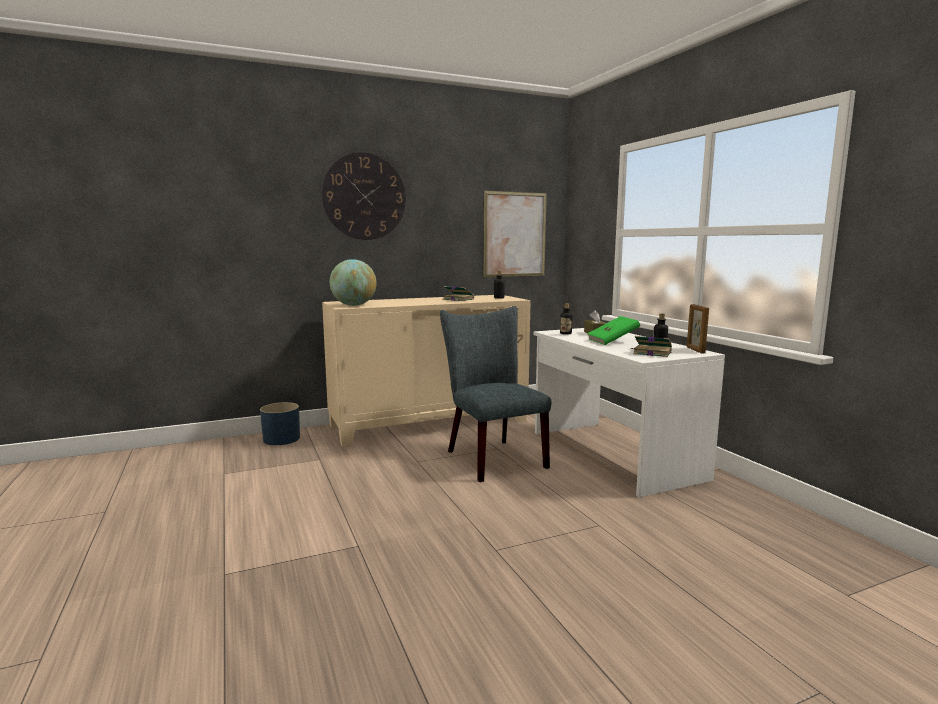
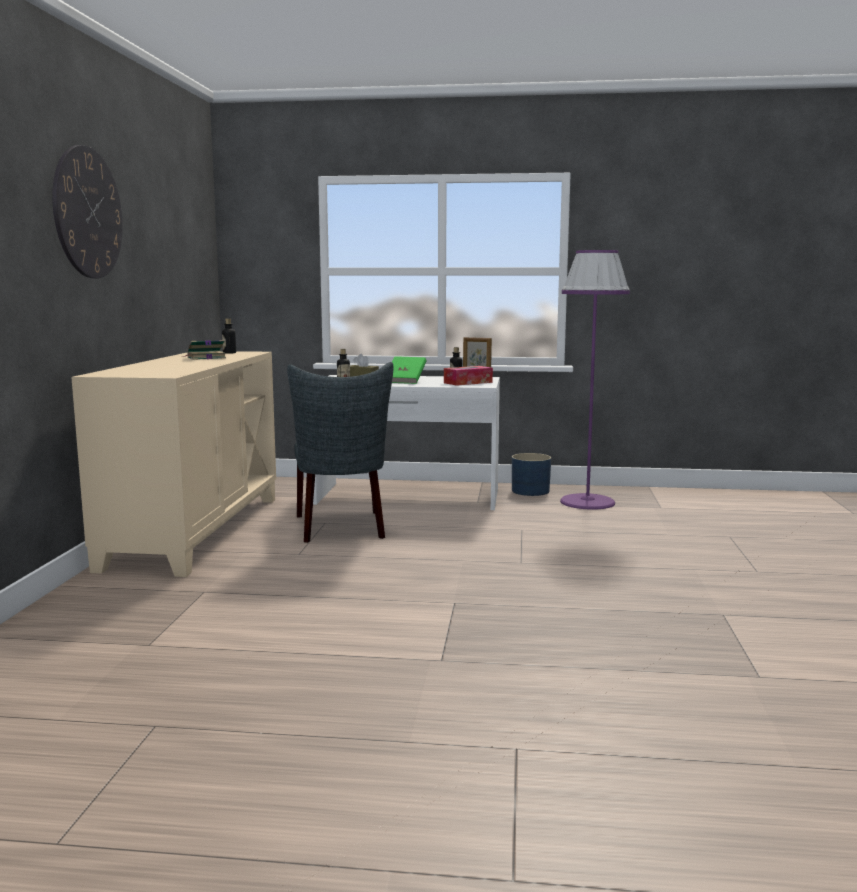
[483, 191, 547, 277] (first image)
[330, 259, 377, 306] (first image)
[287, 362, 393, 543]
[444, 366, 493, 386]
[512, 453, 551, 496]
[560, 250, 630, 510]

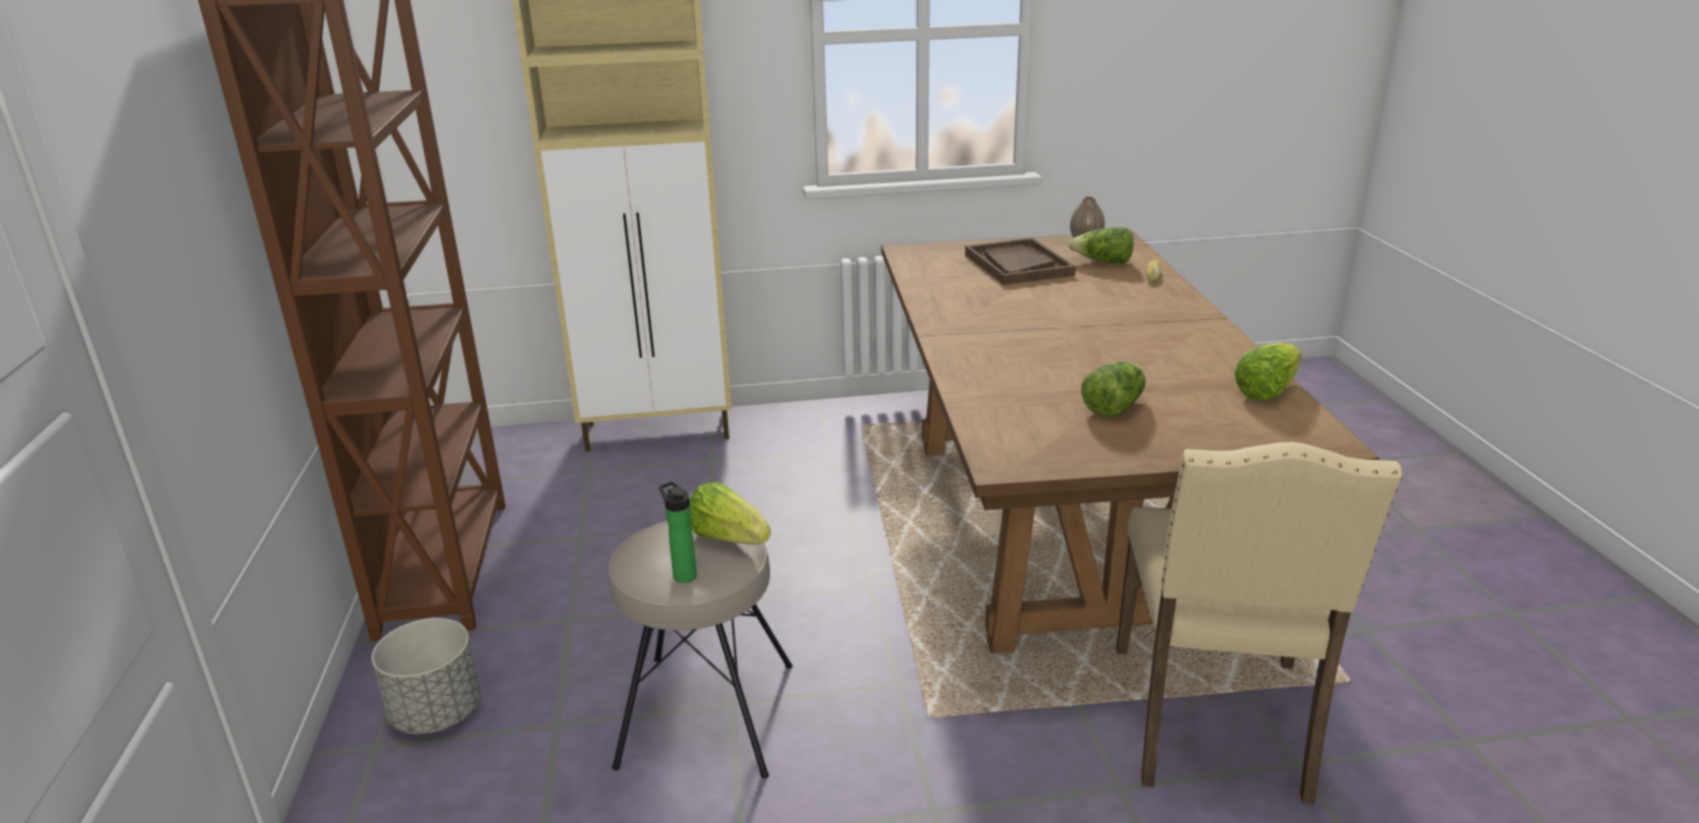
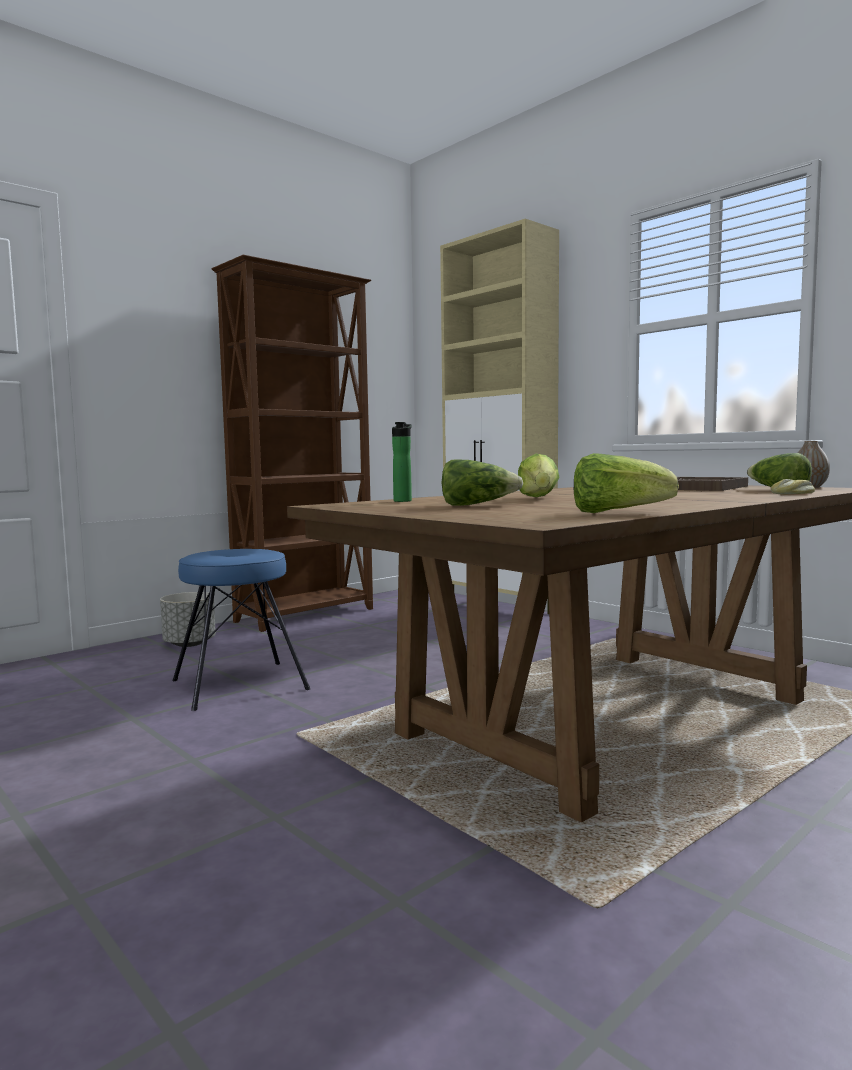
[1116, 442, 1402, 804] (first image)
[392, 422, 412, 502]
[518, 454, 560, 497]
[173, 549, 310, 711]

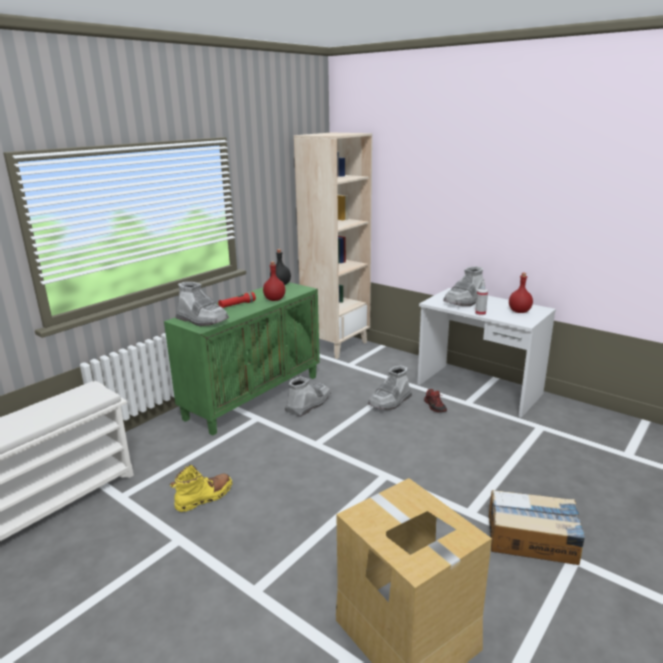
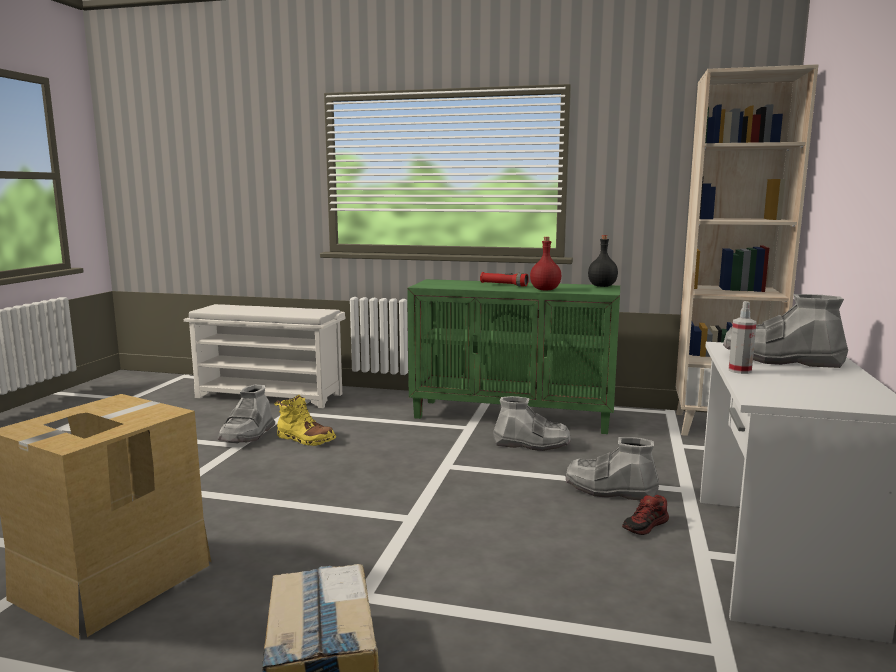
[509, 273, 533, 313] (first image)
[218, 385, 275, 442]

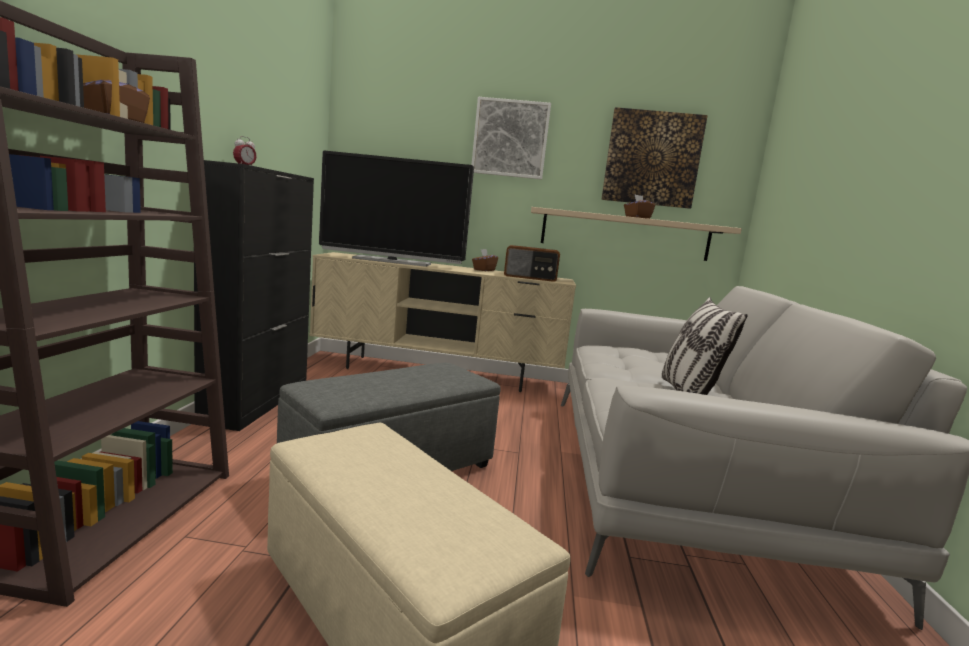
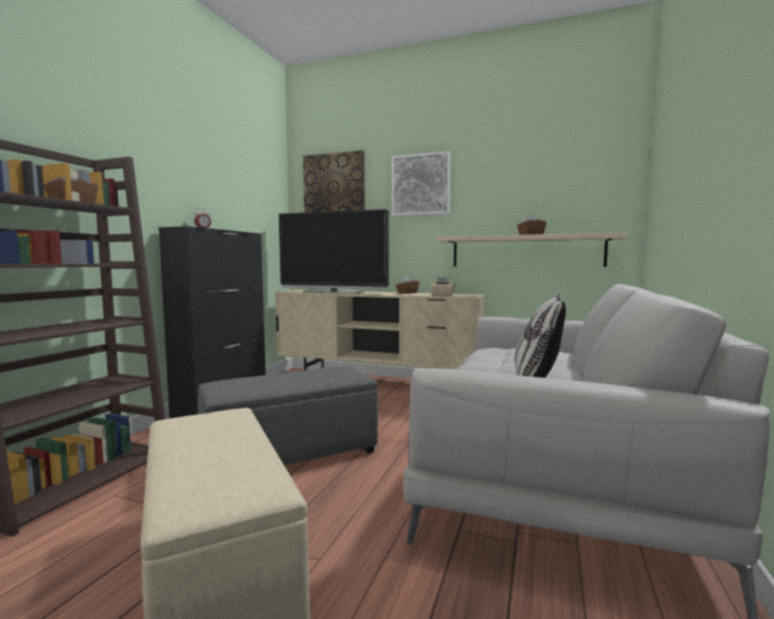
[303, 150, 365, 213]
[430, 277, 456, 296]

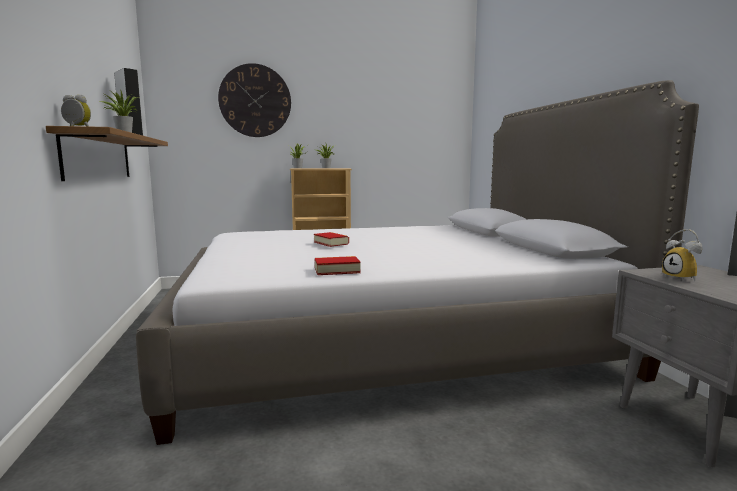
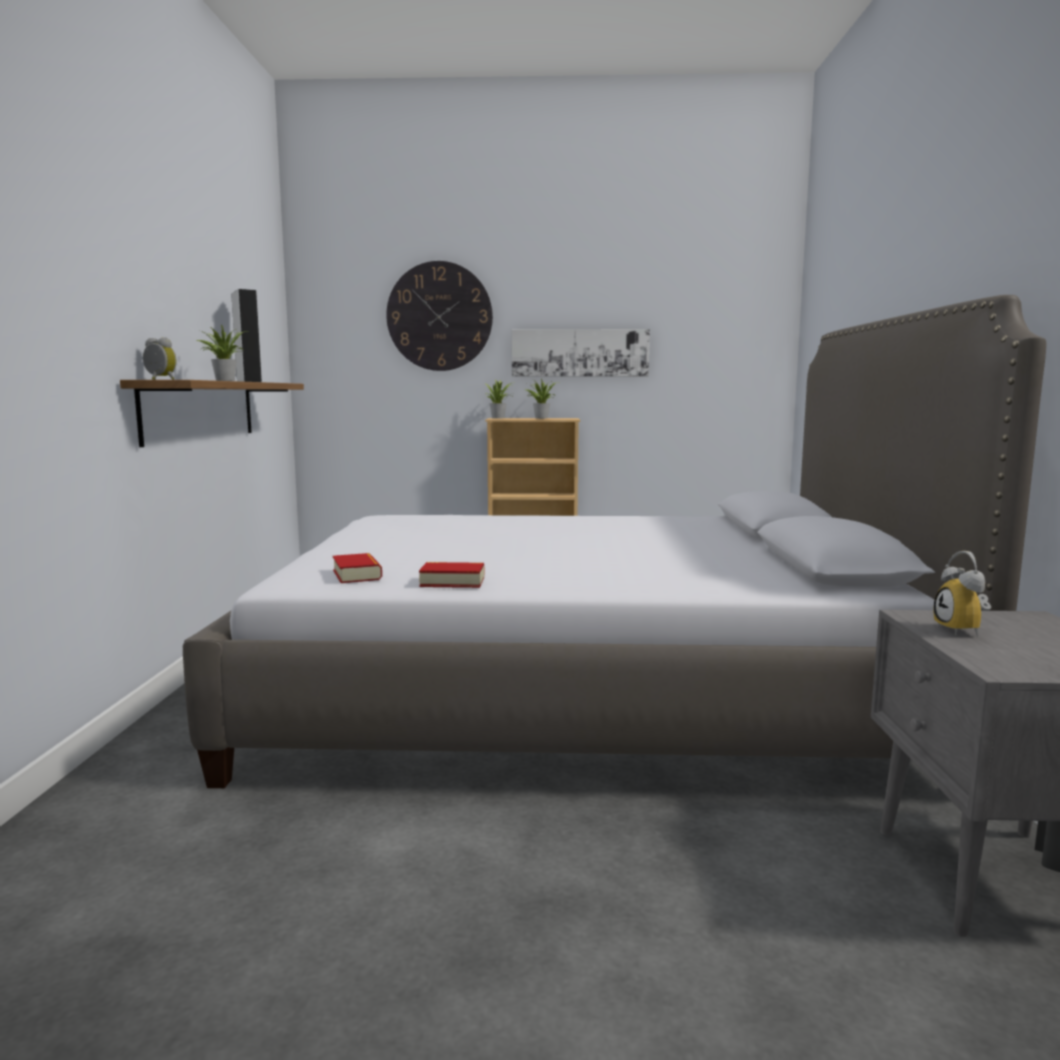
[333, 553, 382, 583]
[512, 329, 650, 377]

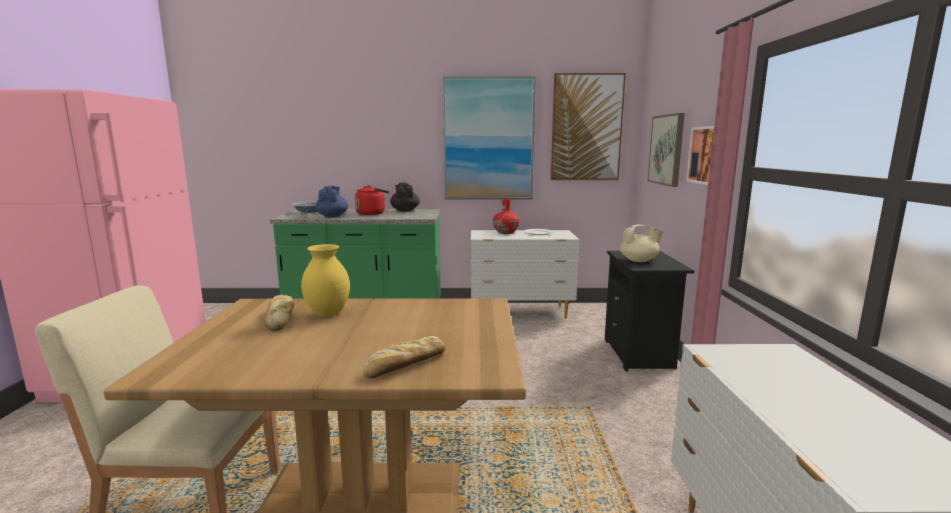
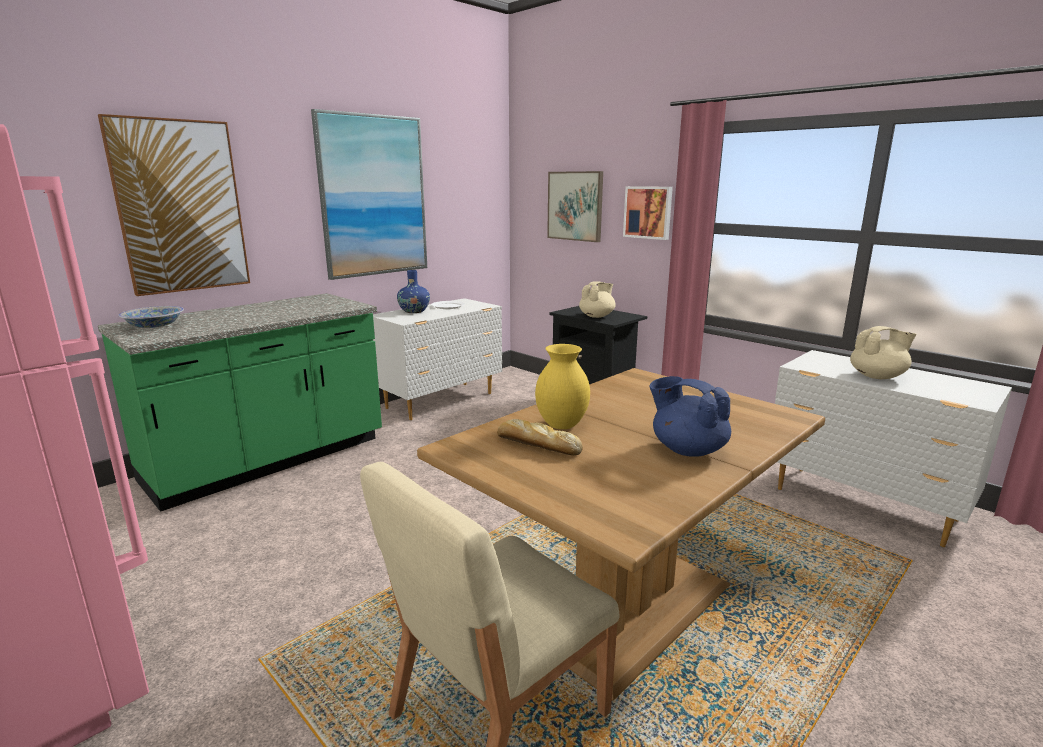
[98, 114, 250, 296]
[390, 182, 420, 212] (first image)
[355, 185, 390, 215] (first image)
[649, 376, 731, 457]
[397, 270, 430, 313]
[363, 336, 445, 378] (first image)
[850, 326, 916, 379]

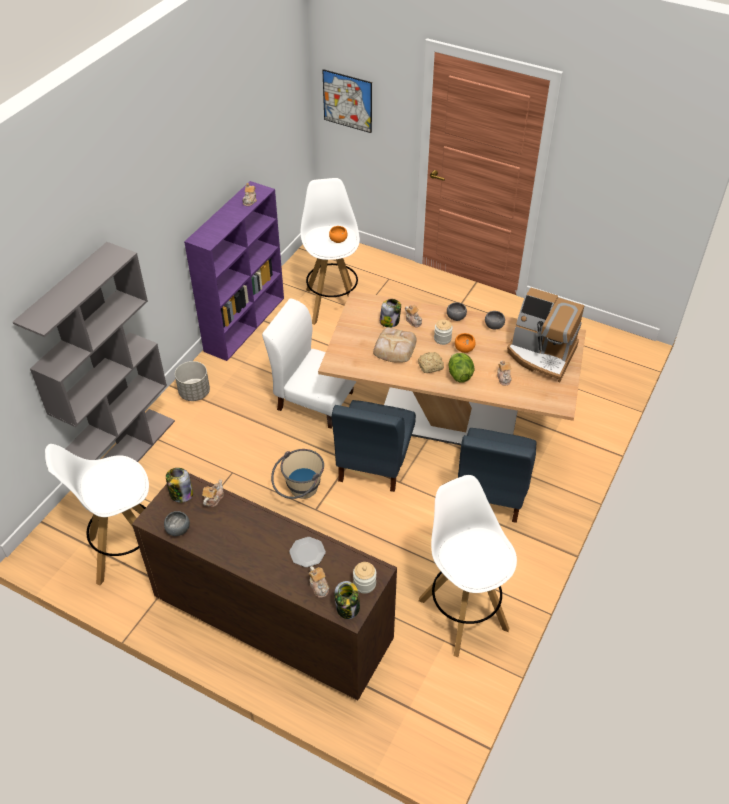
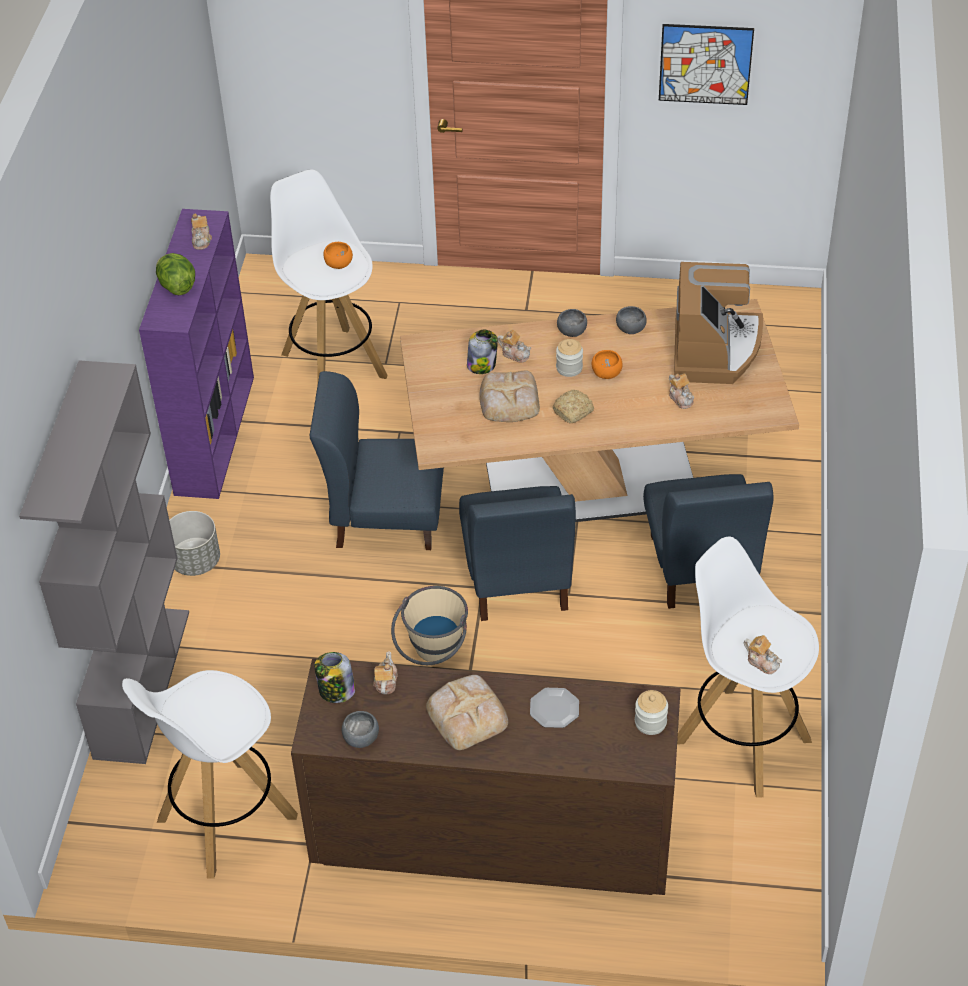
[659, 24, 754, 105]
[674, 262, 763, 384]
[310, 371, 444, 550]
[156, 253, 195, 295]
[744, 635, 782, 674]
[334, 581, 360, 619] (first image)
[426, 675, 508, 750]

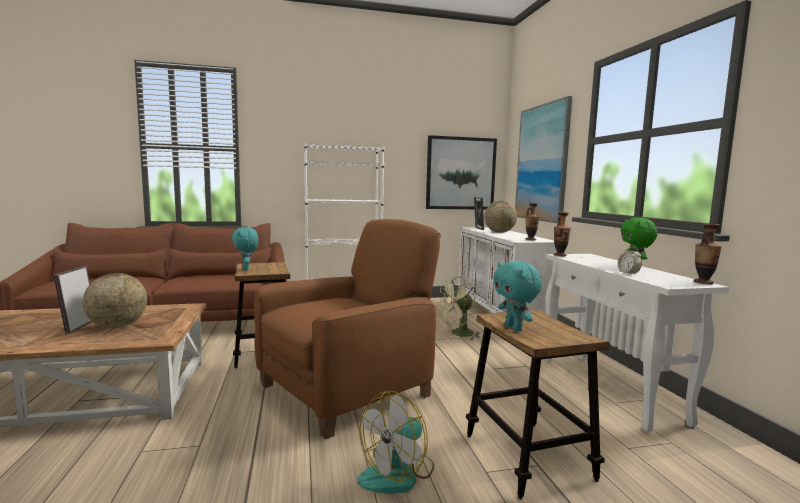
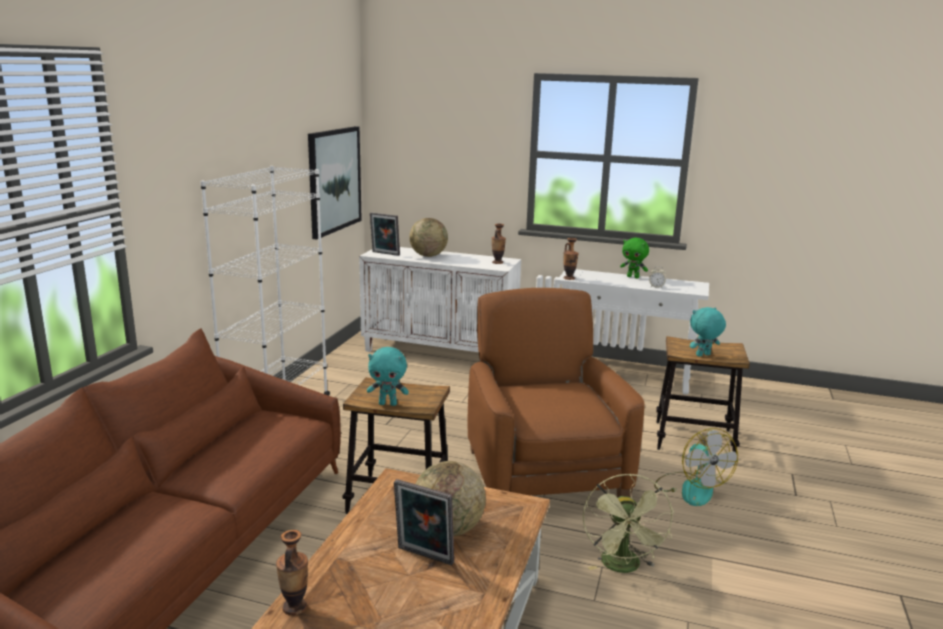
[515, 96, 572, 223] (first image)
[276, 530, 308, 616]
[690, 307, 726, 357]
[583, 473, 674, 573]

